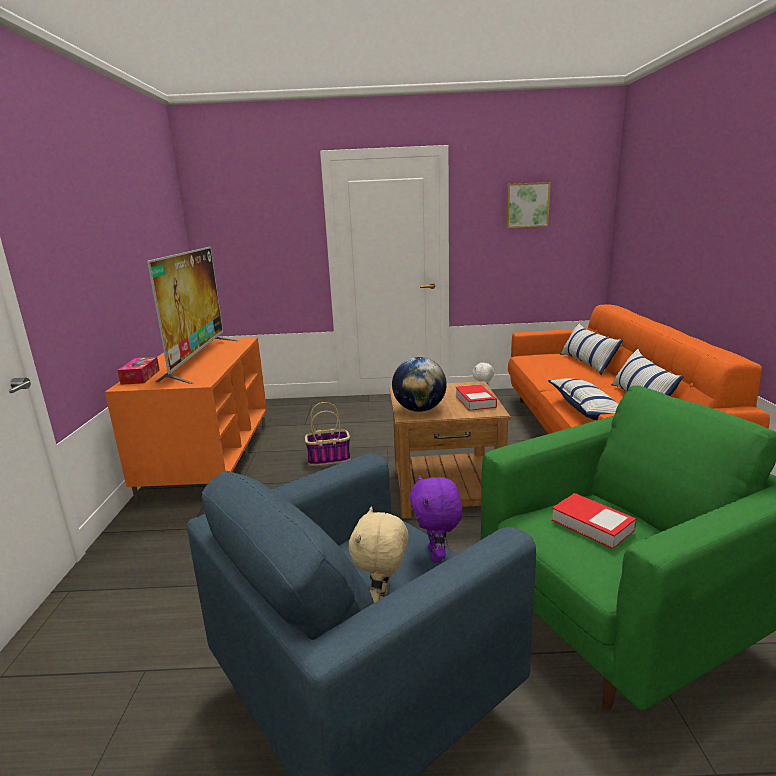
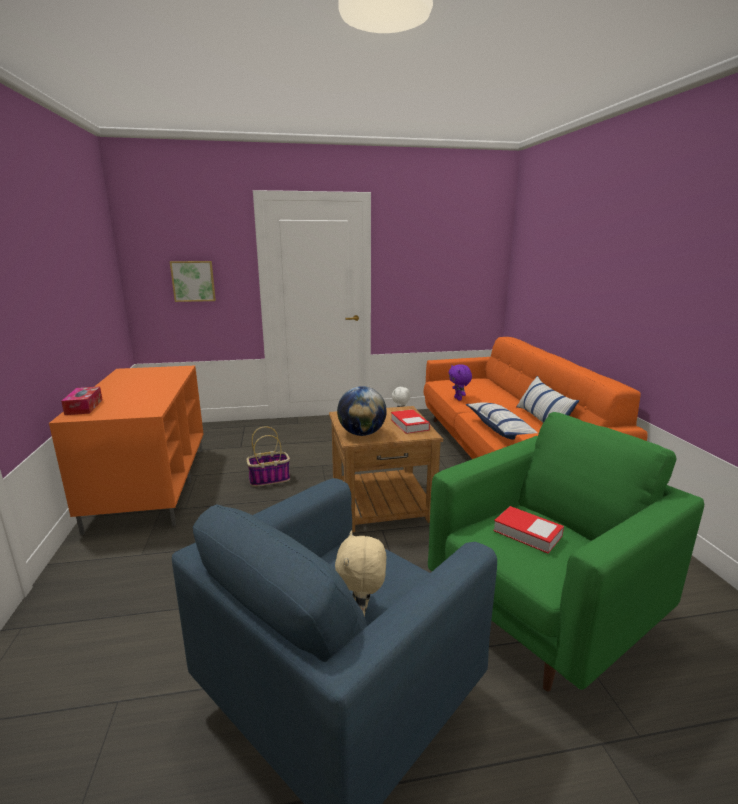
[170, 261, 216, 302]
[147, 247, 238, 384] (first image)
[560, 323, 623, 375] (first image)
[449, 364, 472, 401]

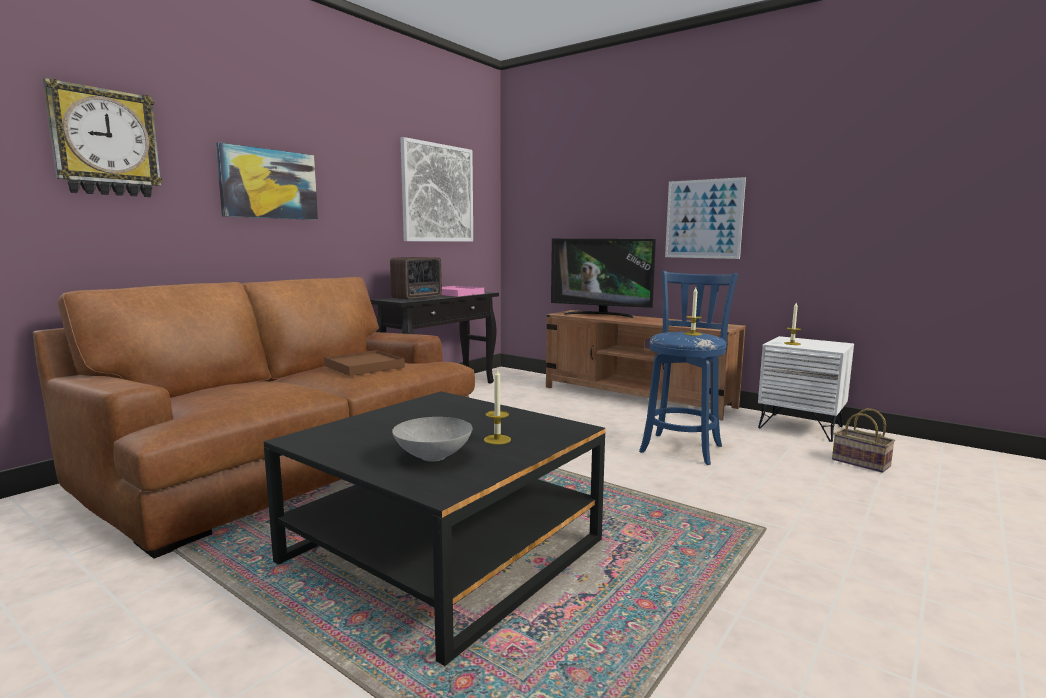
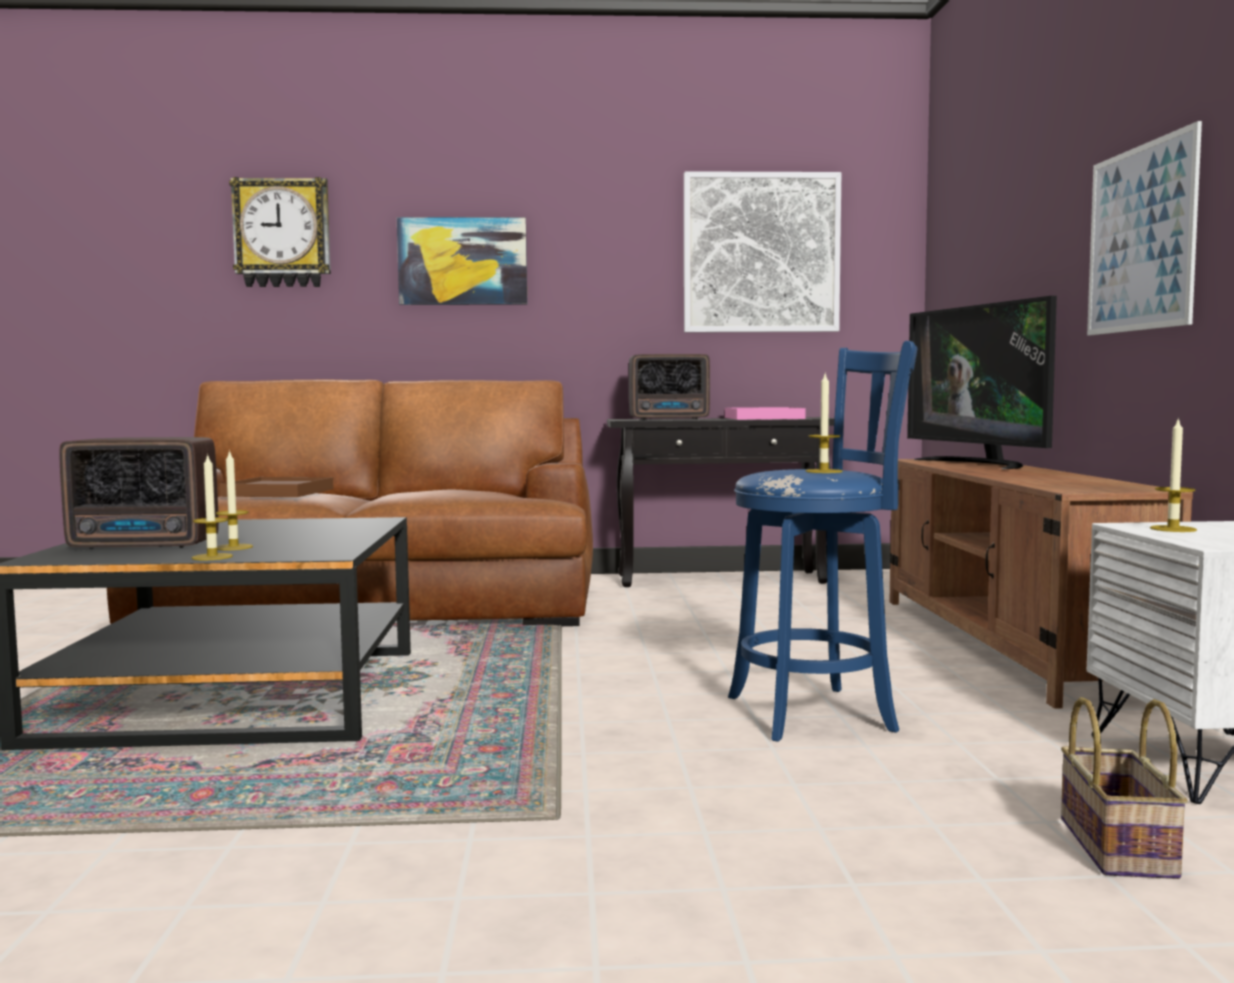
[219, 477, 333, 497]
[59, 437, 219, 549]
[192, 453, 233, 561]

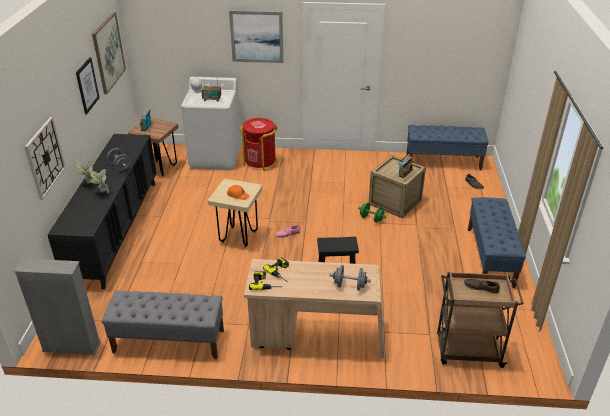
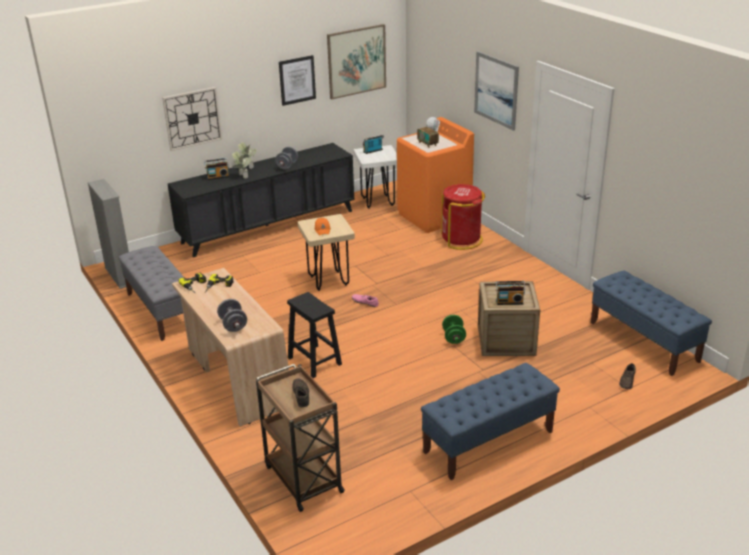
[397, 117, 474, 233]
[354, 145, 397, 209]
[204, 158, 229, 180]

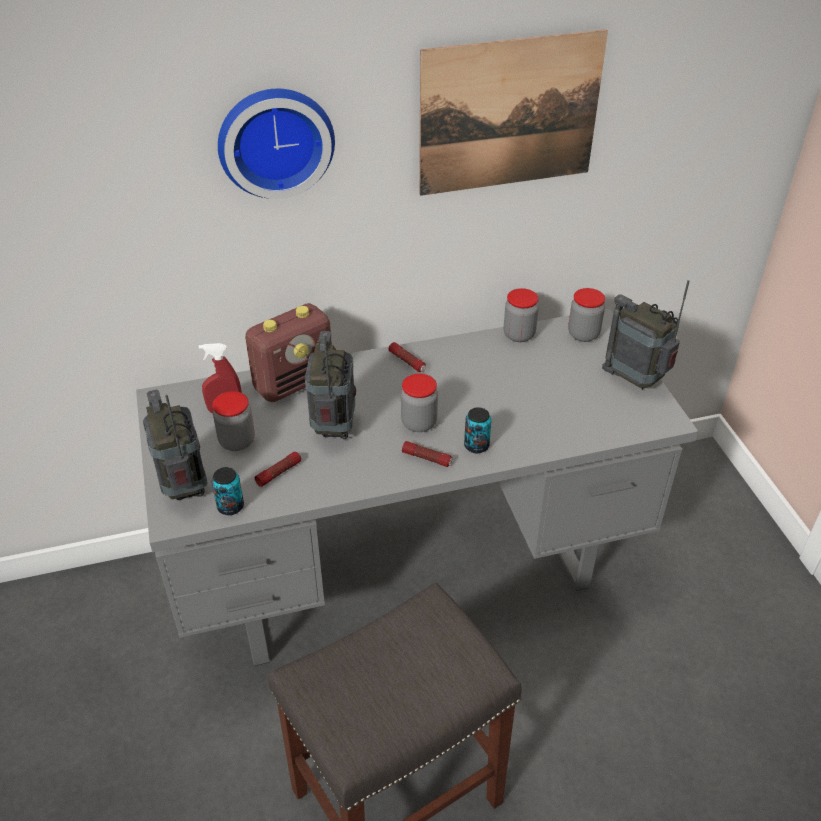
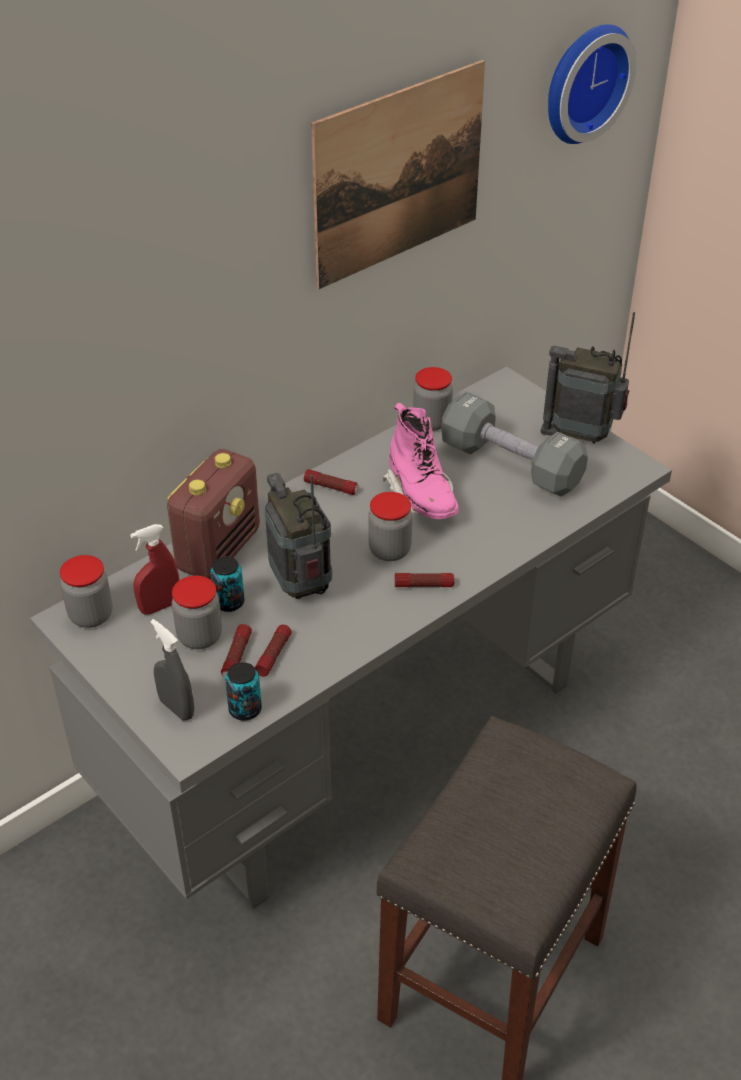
[548, 25, 636, 144]
[60, 555, 113, 628]
[151, 619, 194, 721]
[211, 557, 244, 612]
[441, 392, 588, 497]
[383, 403, 459, 519]
[221, 624, 252, 678]

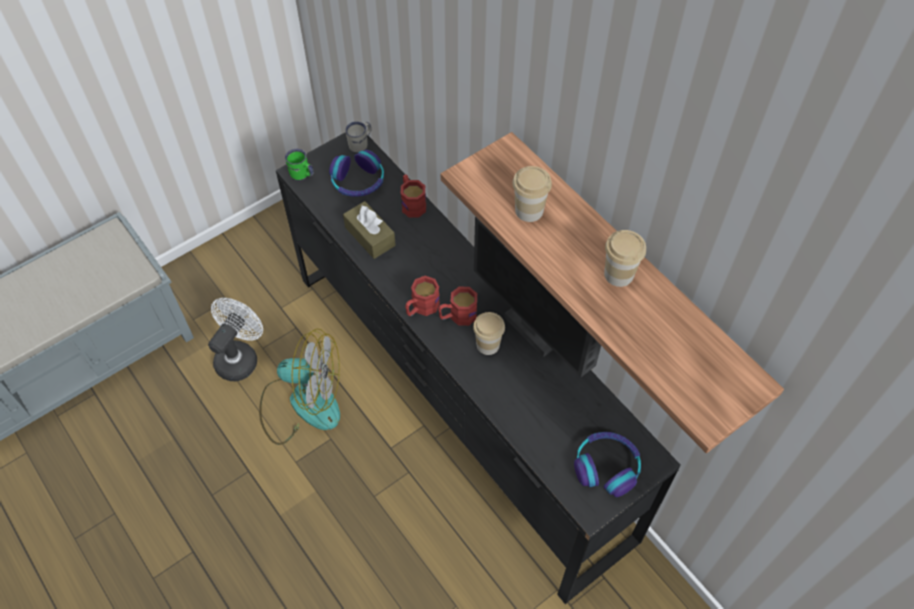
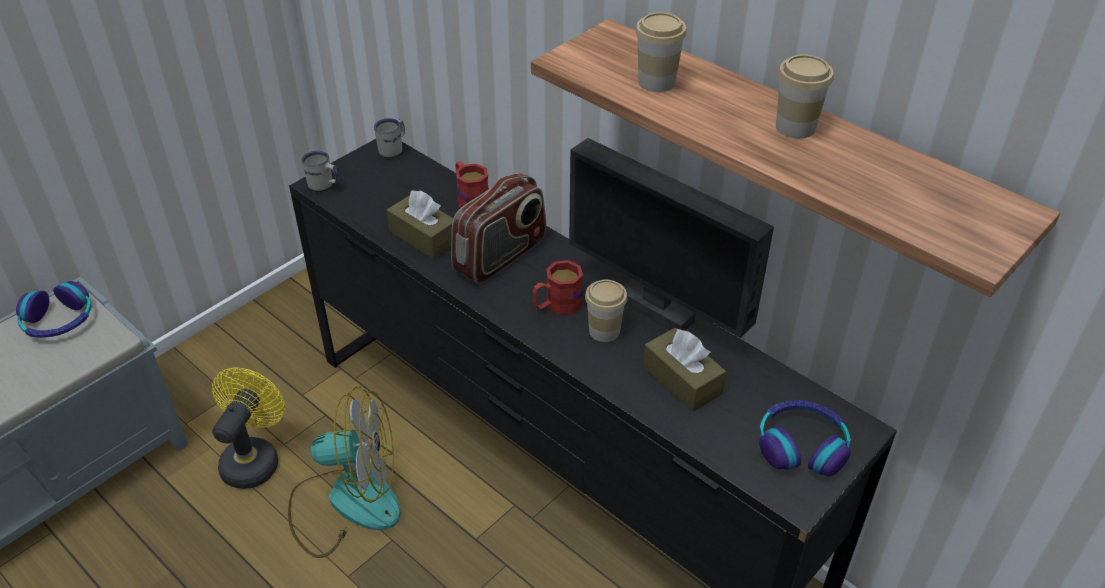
[302, 151, 340, 192]
[16, 281, 91, 338]
[405, 276, 440, 316] (first image)
[212, 368, 285, 489]
[451, 173, 546, 284]
[643, 328, 726, 412]

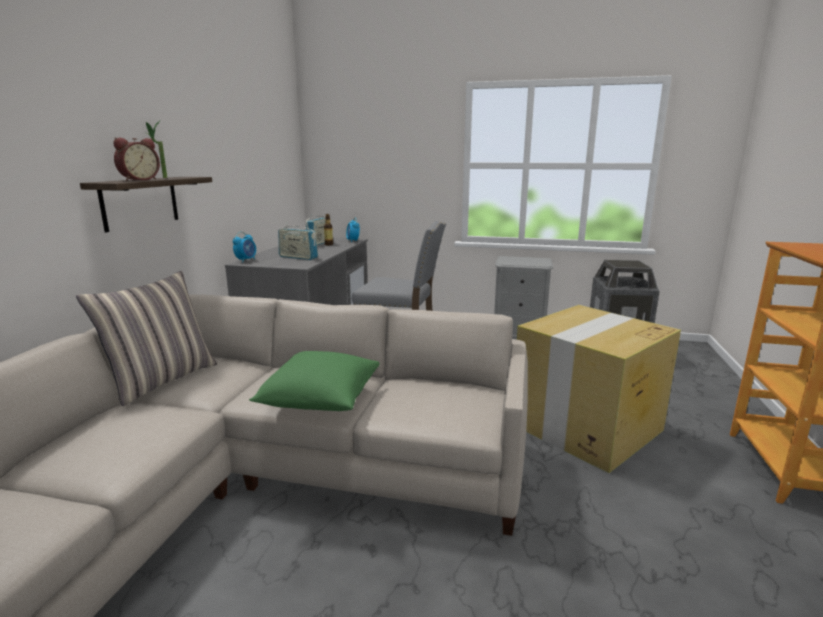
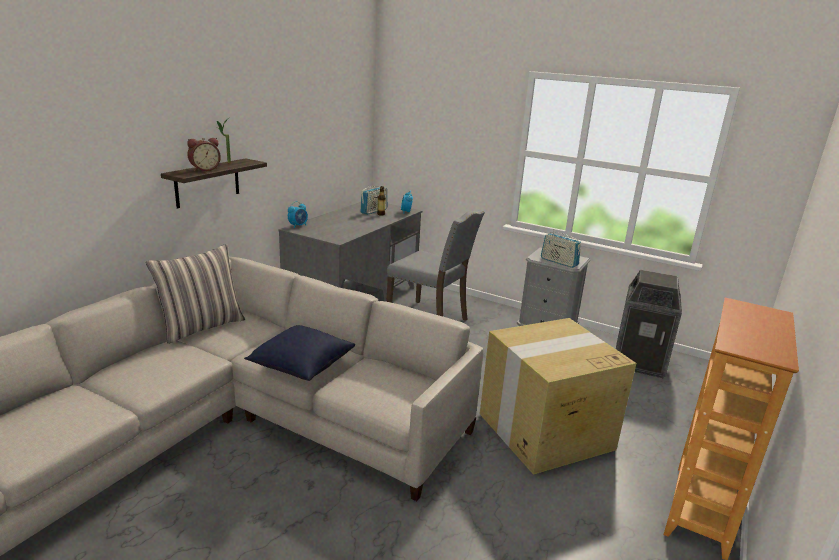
[541, 229, 581, 268]
[244, 325, 355, 381]

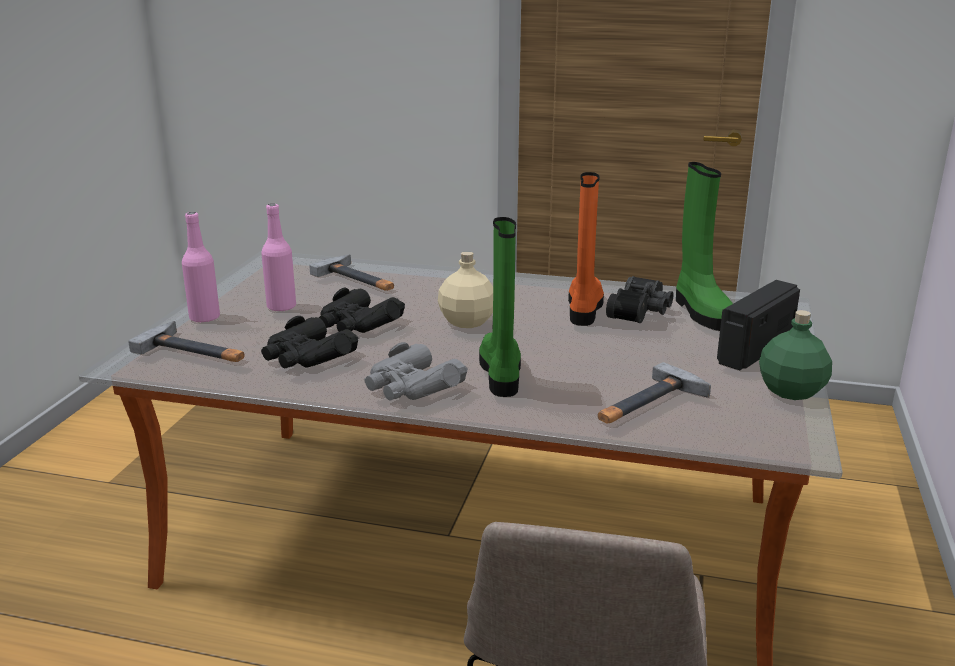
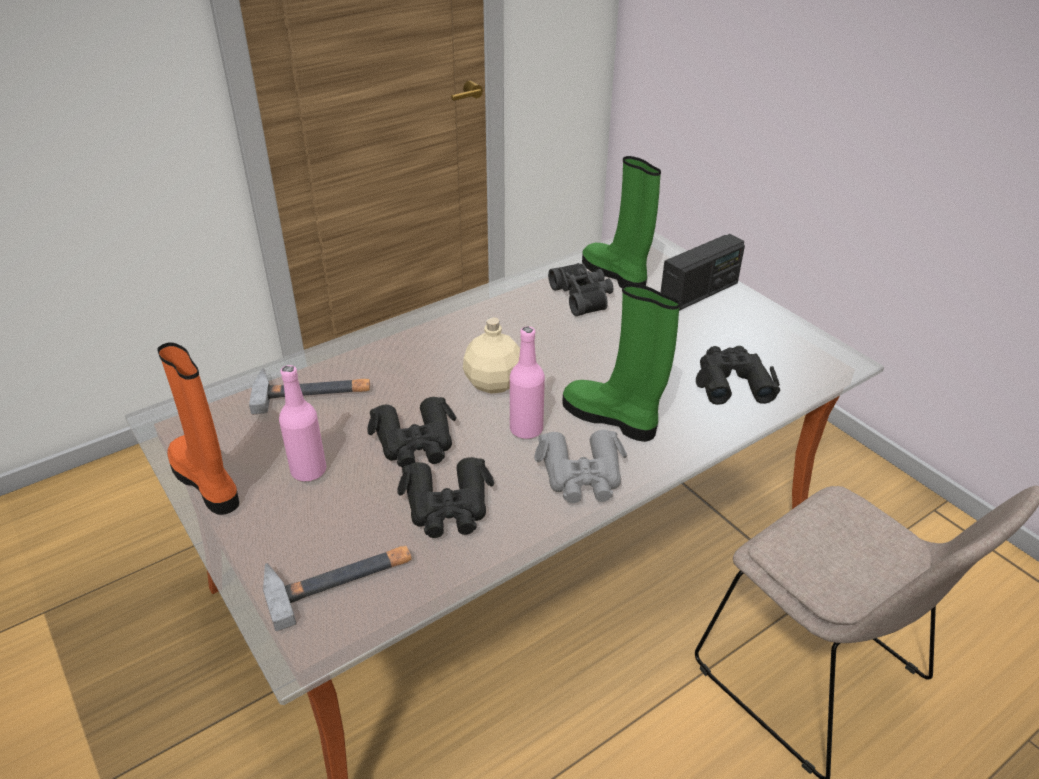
[582, 156, 661, 288]
[157, 343, 239, 515]
[510, 326, 545, 439]
[661, 234, 745, 311]
[759, 310, 832, 400] (first image)
[696, 346, 780, 405]

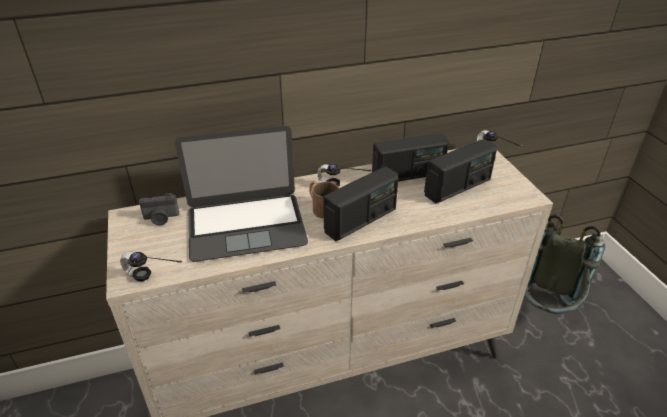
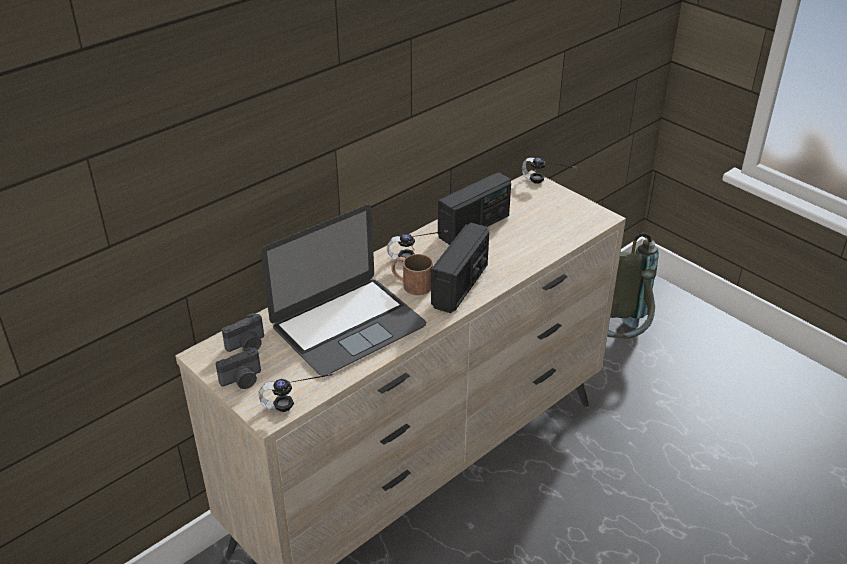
[424, 139, 497, 204] (first image)
[216, 347, 261, 389]

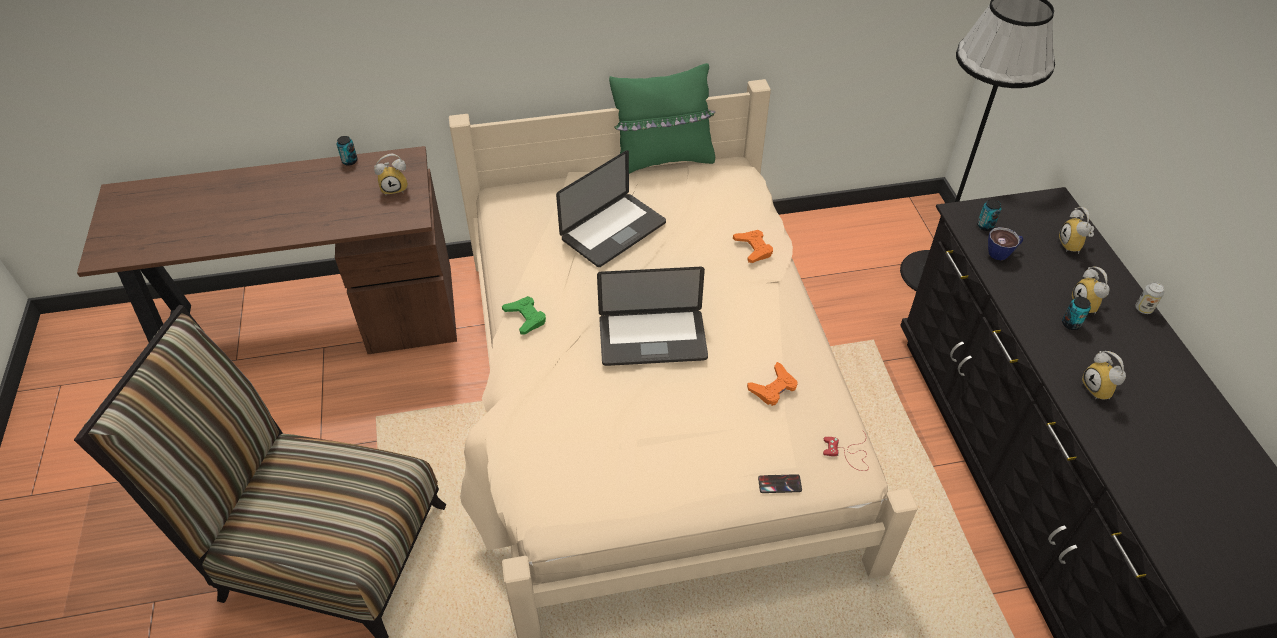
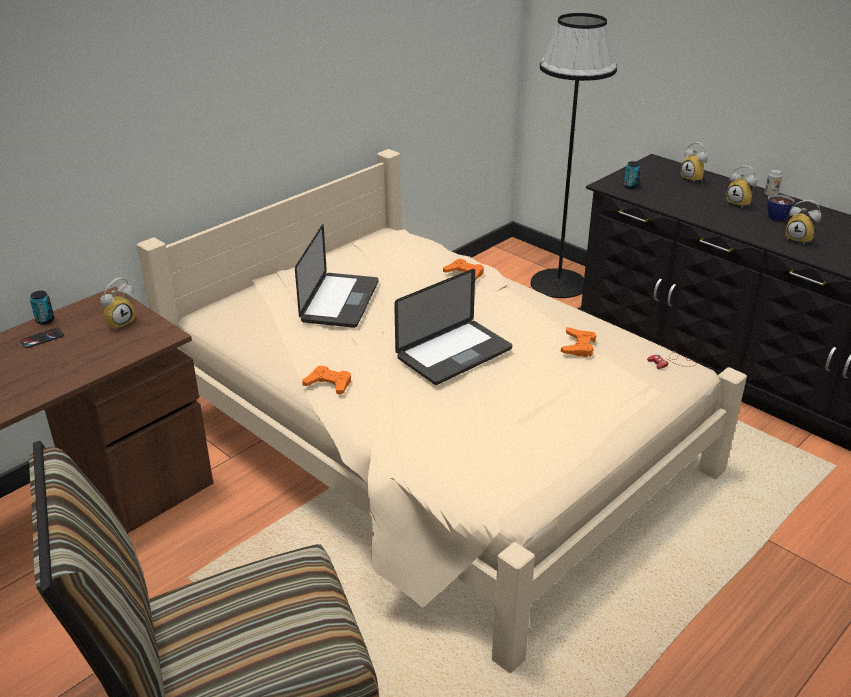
[609, 63, 715, 174] (first image)
[767, 194, 795, 221]
[302, 366, 351, 395]
[1062, 297, 1091, 330] (first image)
[20, 328, 64, 348]

